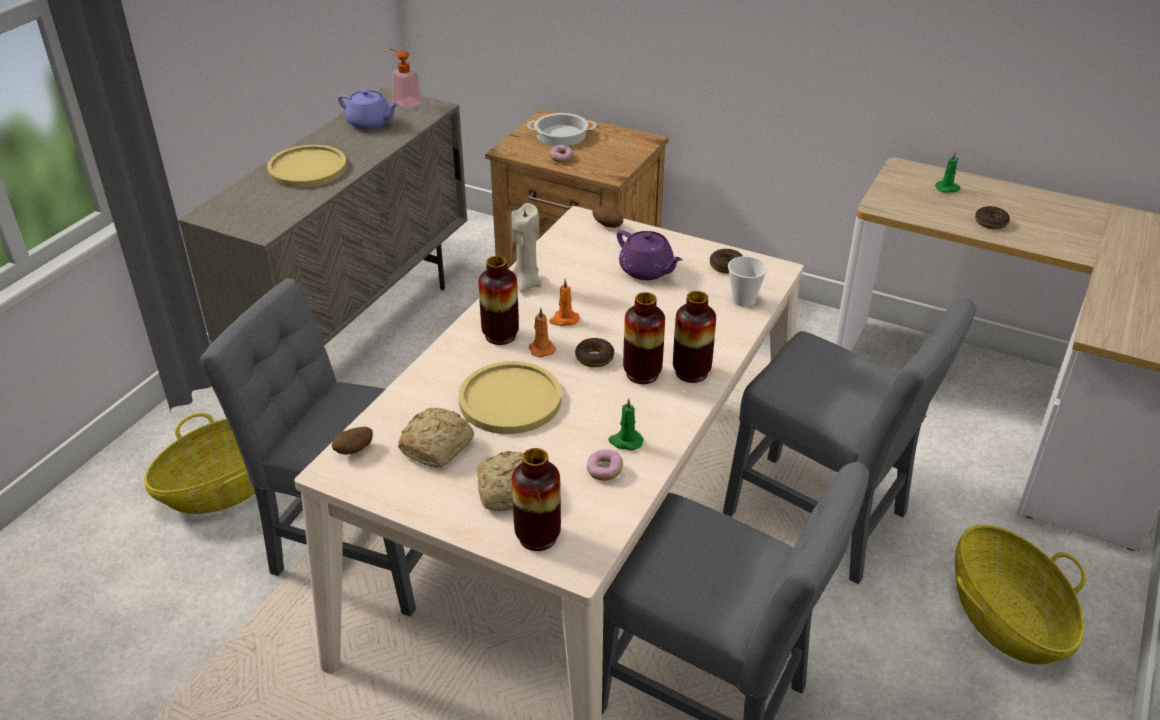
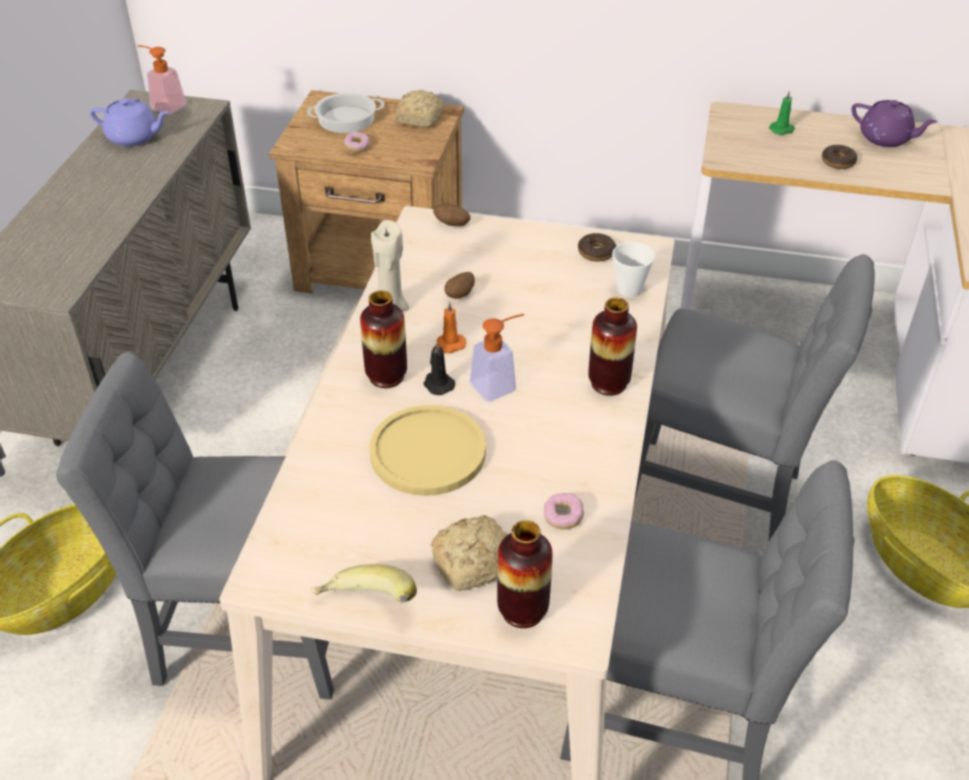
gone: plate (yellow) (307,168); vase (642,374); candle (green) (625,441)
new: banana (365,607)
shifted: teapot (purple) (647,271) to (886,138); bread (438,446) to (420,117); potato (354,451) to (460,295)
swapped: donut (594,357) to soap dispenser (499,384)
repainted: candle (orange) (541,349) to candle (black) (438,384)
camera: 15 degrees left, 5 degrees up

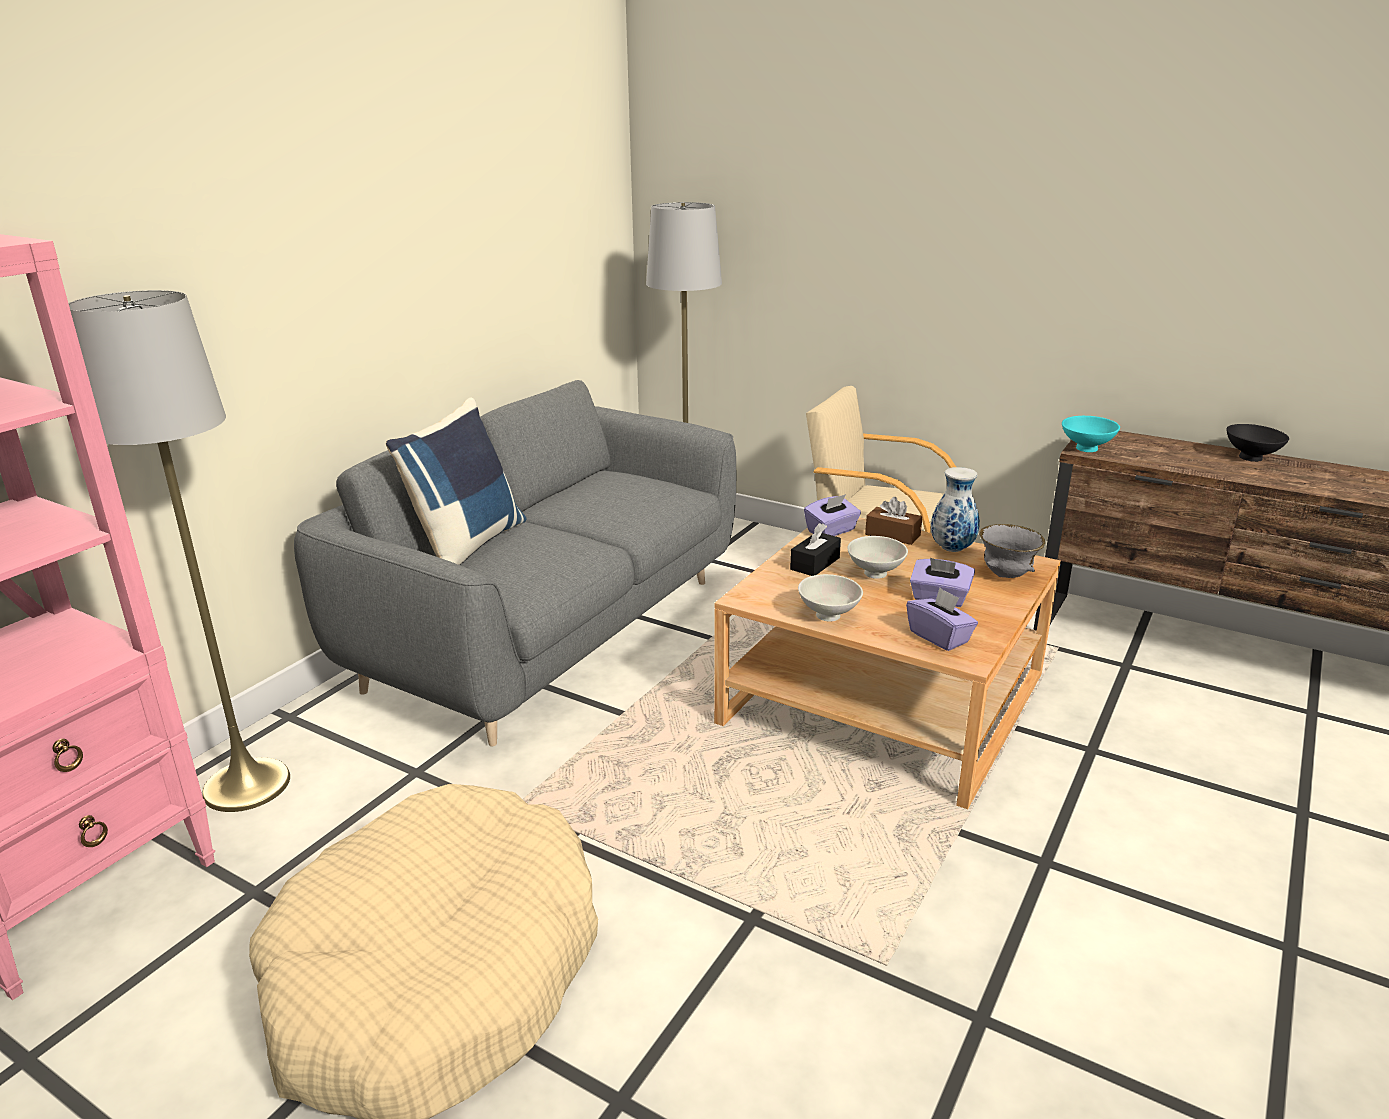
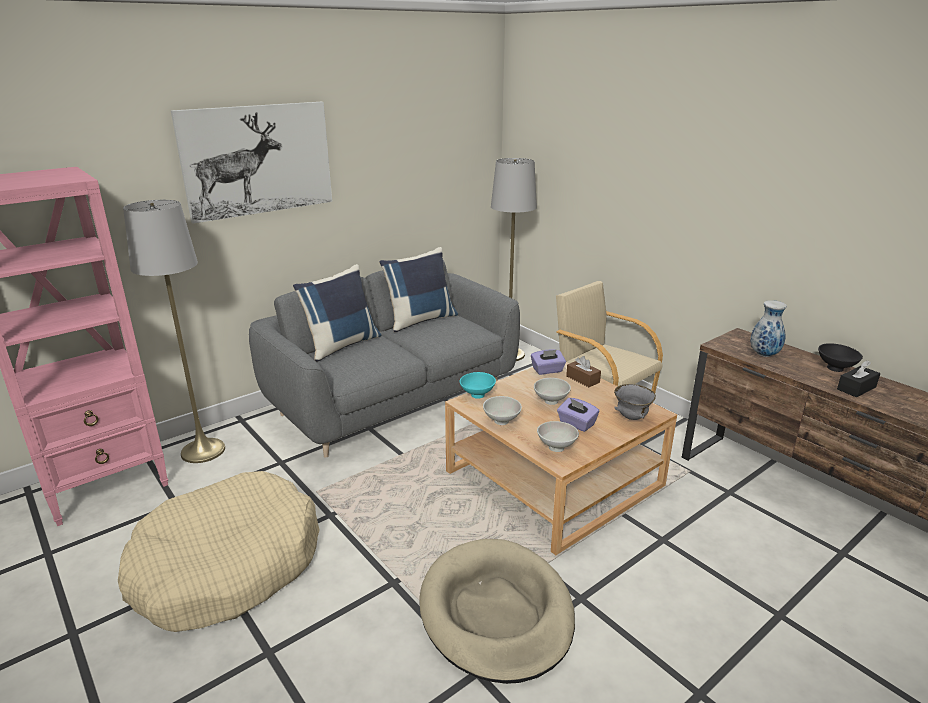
new: picture (258,160); pillow (blue) (420,320); dog bed (beige) (496,612)
shifted: bowl (turquoise) (1088,449) to (478,395); vase (951,548) to (763,354); tissue box (black) (815,563) to (856,388)
swapped: tissue box (purple) (939,637) to bowl (white) (555,447)
camera: 20 degrees right, 0 degrees up

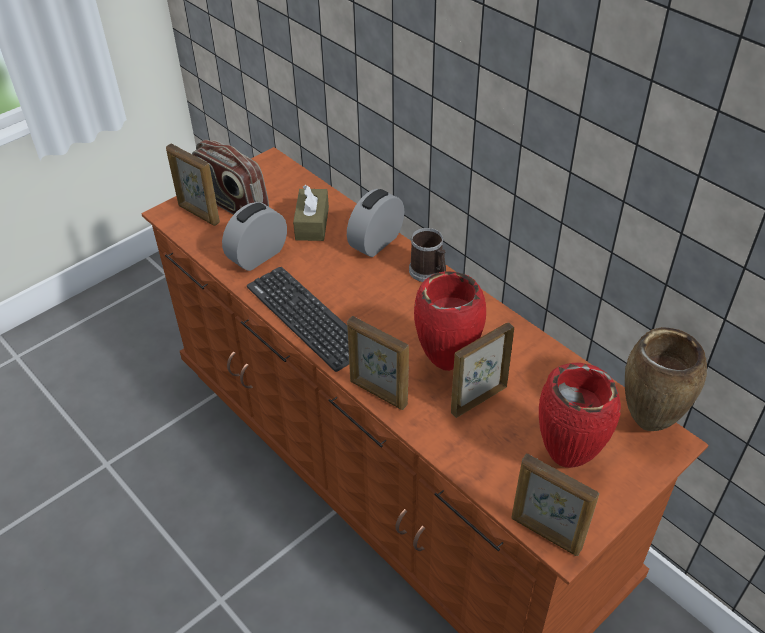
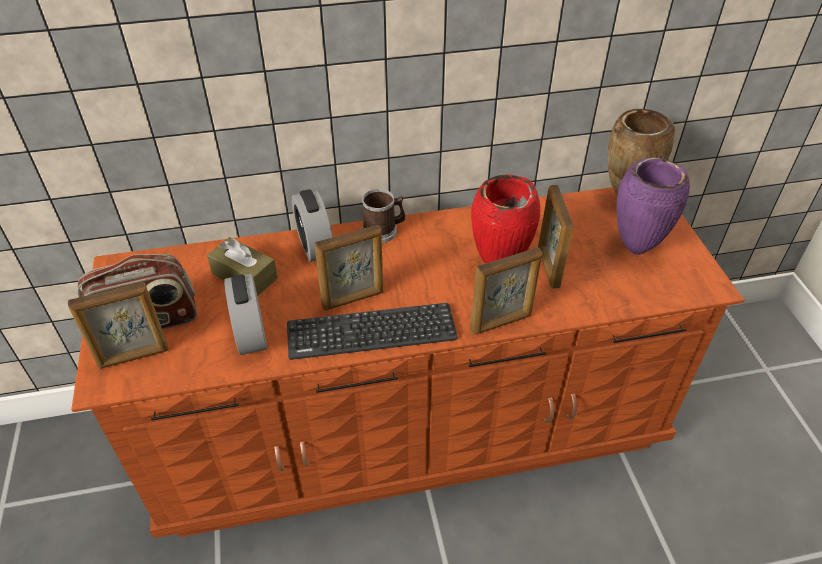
shifted: picture frame (545,534) to (353,299)
repainted: vase (red) (568,459) to vase (purple) (635,248)
camera: 60 degrees left, 0 degrees up

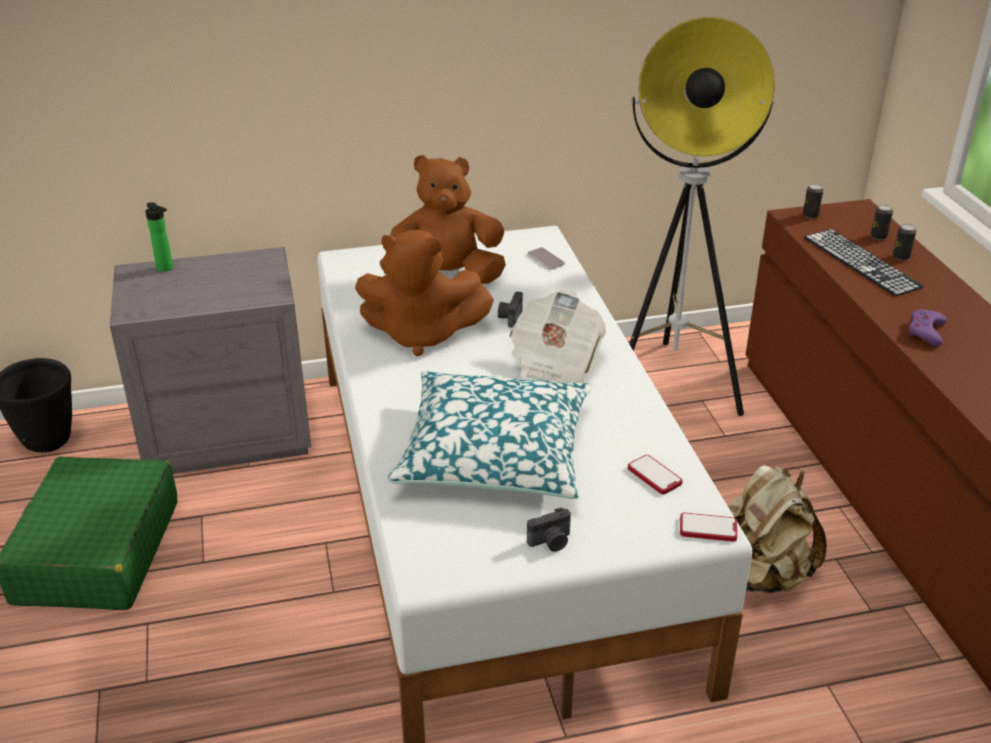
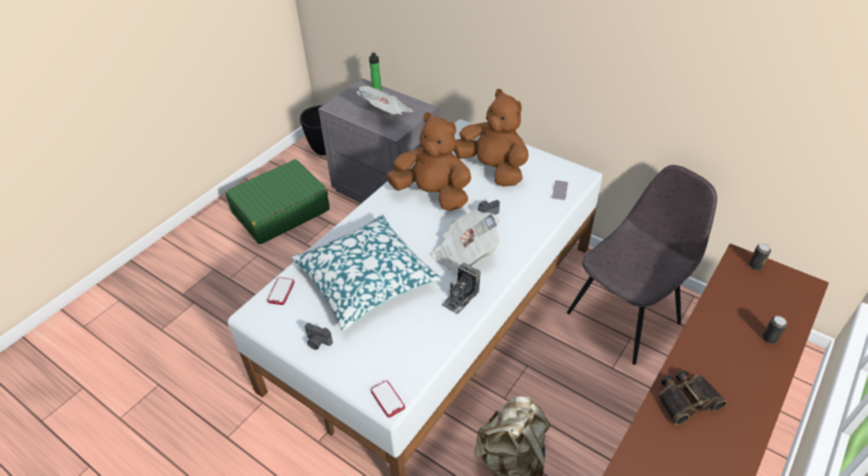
gone: can (878,237); keyboard (861,262)
new: newspaper (386,113); photo camera (460,298)
shifted: phone (654,476) to (281,291)
swapped: floor lamp (671,386) to chair (grey) (625,316); game controller (purple) (926,331) to binoculars (686,399)
rotated: plush toy (brown) (421,335) = (432,194) 150 degrees clockwise
camera: 50 degrees right, 10 degrees up

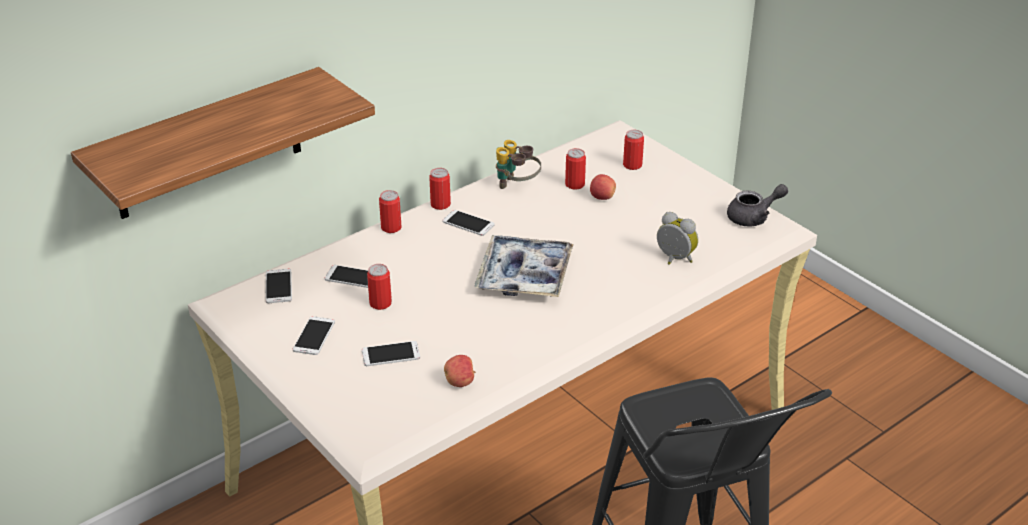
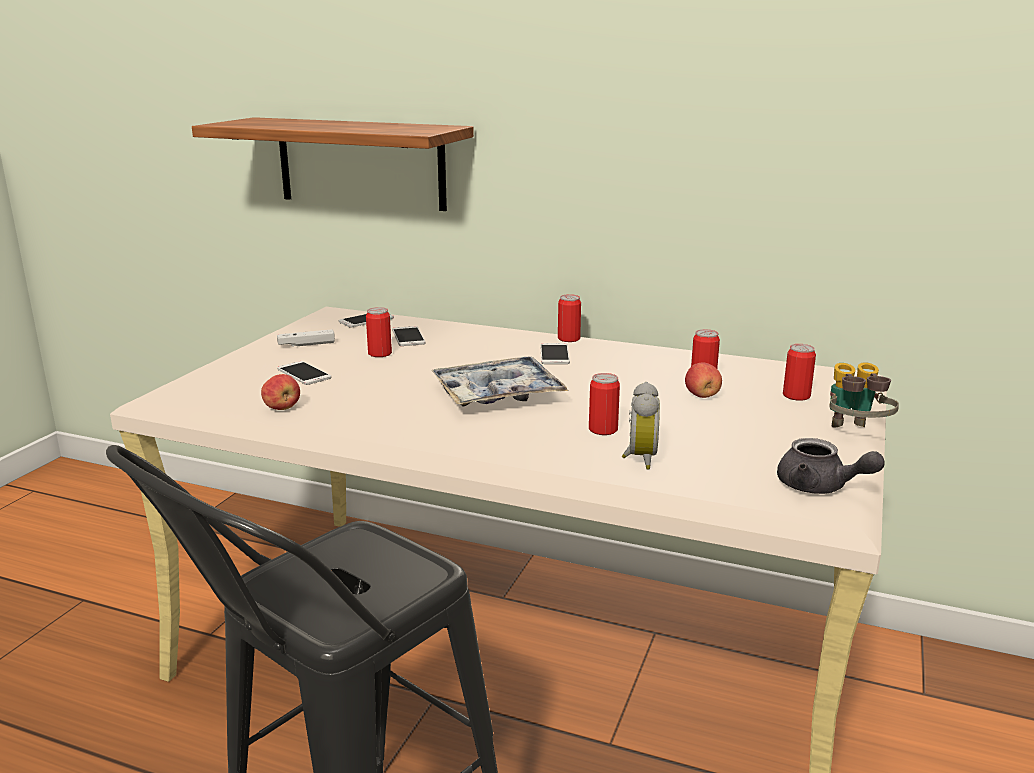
shifted: binoculars (517,186) to (854,433); can (391,227) to (603,429)
swapped: phone (314,336) to game controller (white) (306,344)
camera: 60 degrees right, 15 degrees down

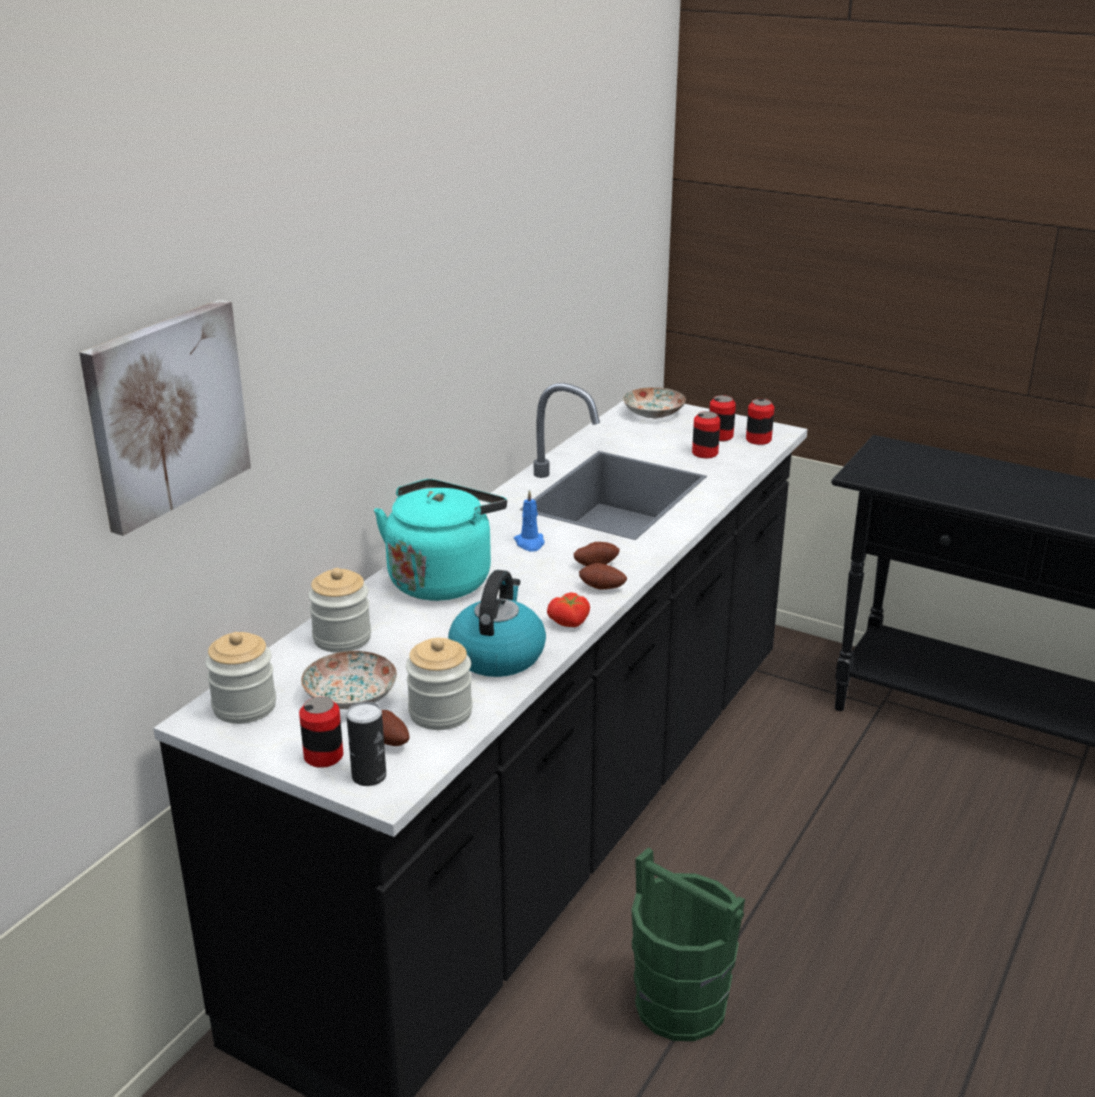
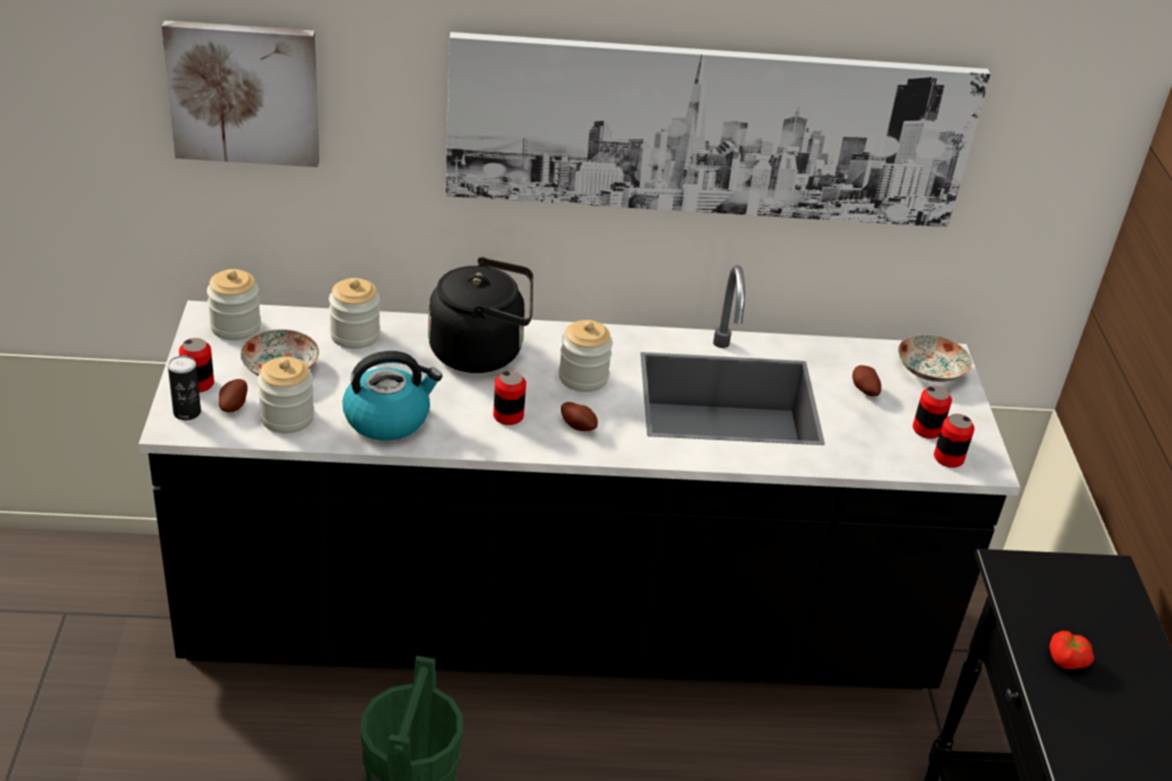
new: picture (710,130)
shifted: can (705,453) to (508,416); potato (602,589) to (863,390); tomato (569,623) to (1066,661)
swapped: candle (blue) (530,543) to jar (583,377)
repainted: kettle (turquoise) (442,579) to kettle (black) (482,352)
camera: 55 degrees right, 10 degrees up

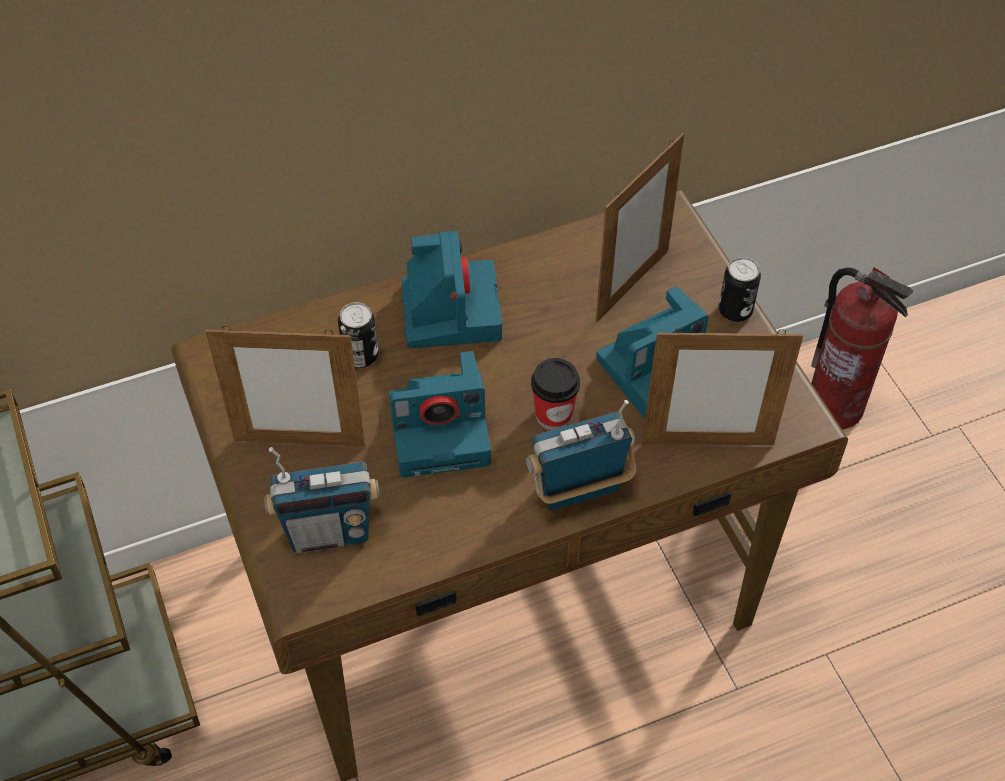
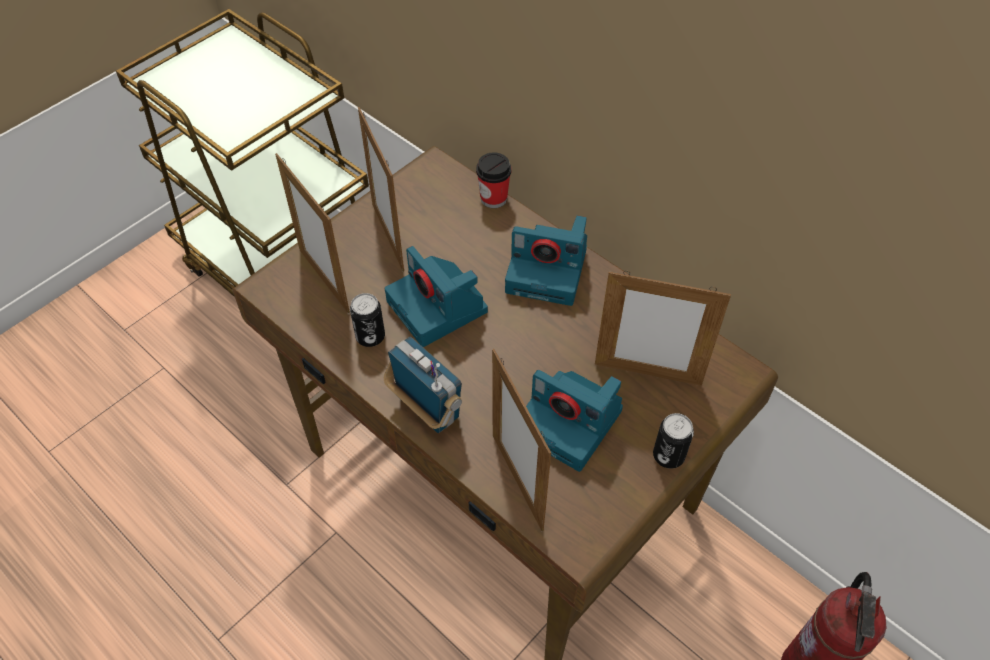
shifted: can (360,355) to (370,336); cup (553,415) to (493,198)
swapped: radio (329,532) to picture frame (324,280)
rotated: photo camera (449,310) = (548,271) 45 degrees clockwise
camera: 65 degrees right, 0 degrees up

